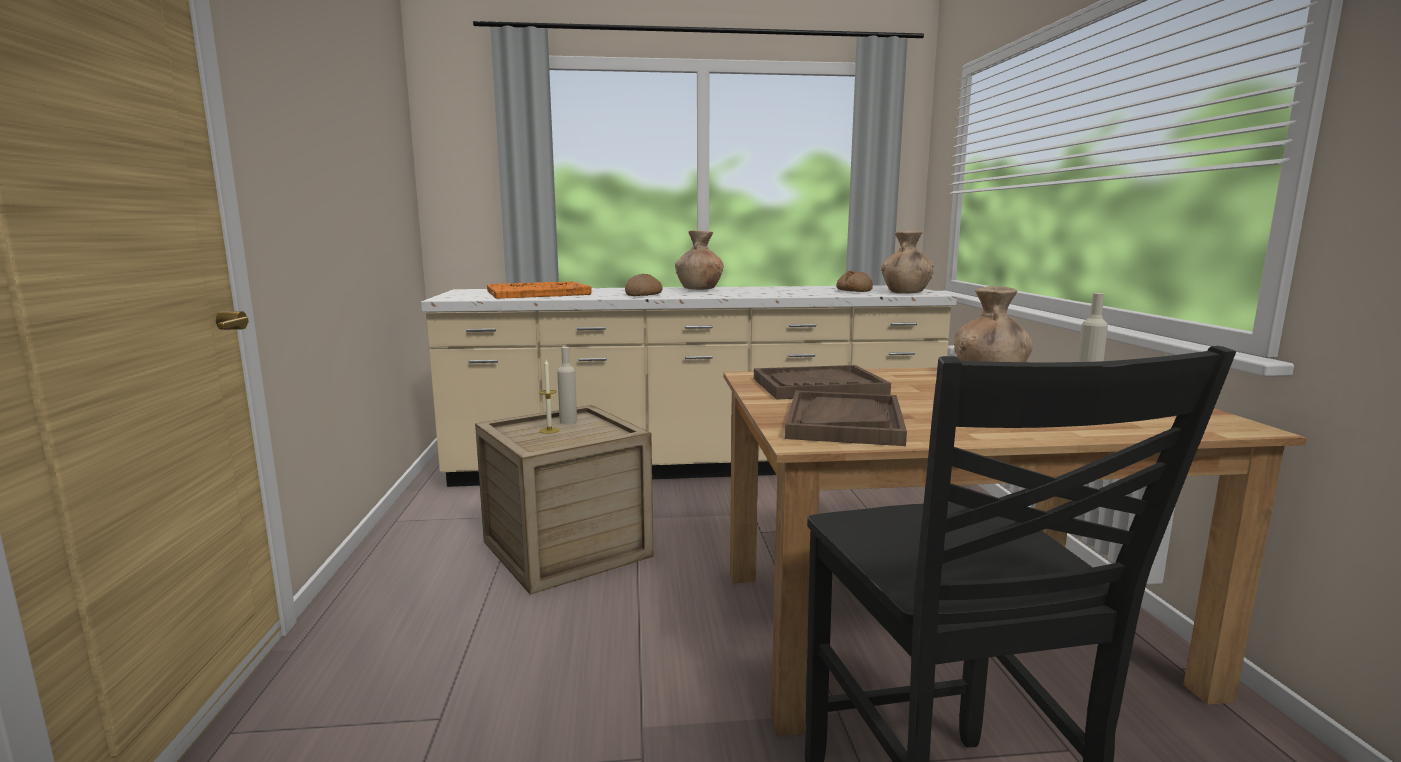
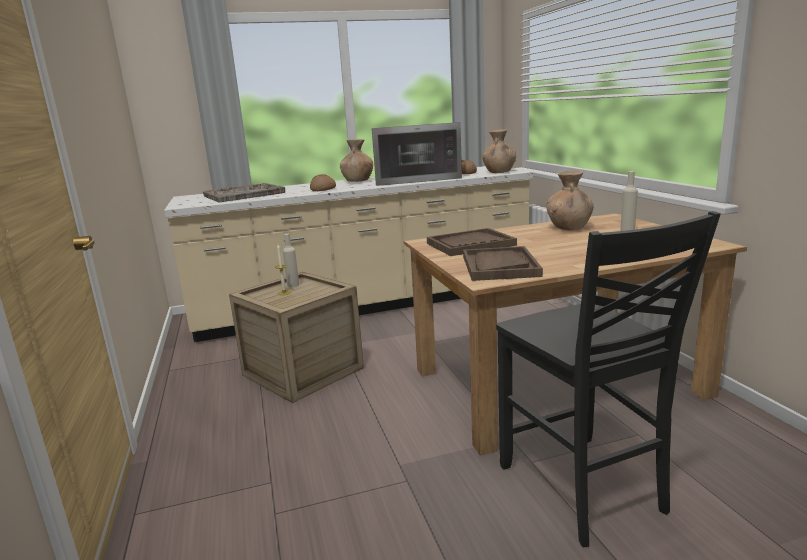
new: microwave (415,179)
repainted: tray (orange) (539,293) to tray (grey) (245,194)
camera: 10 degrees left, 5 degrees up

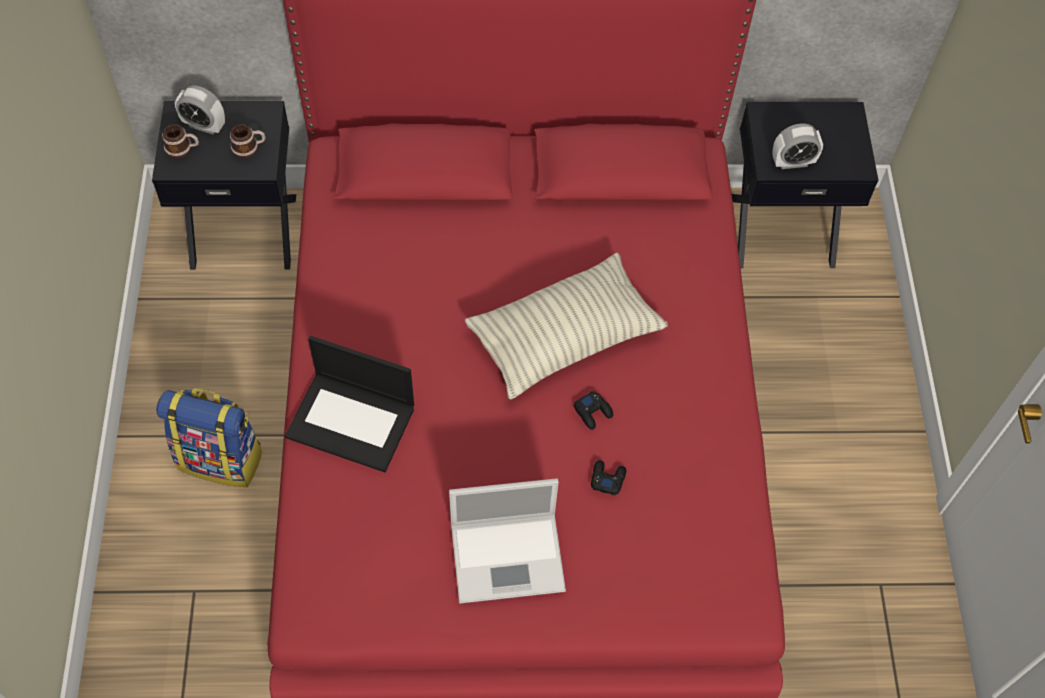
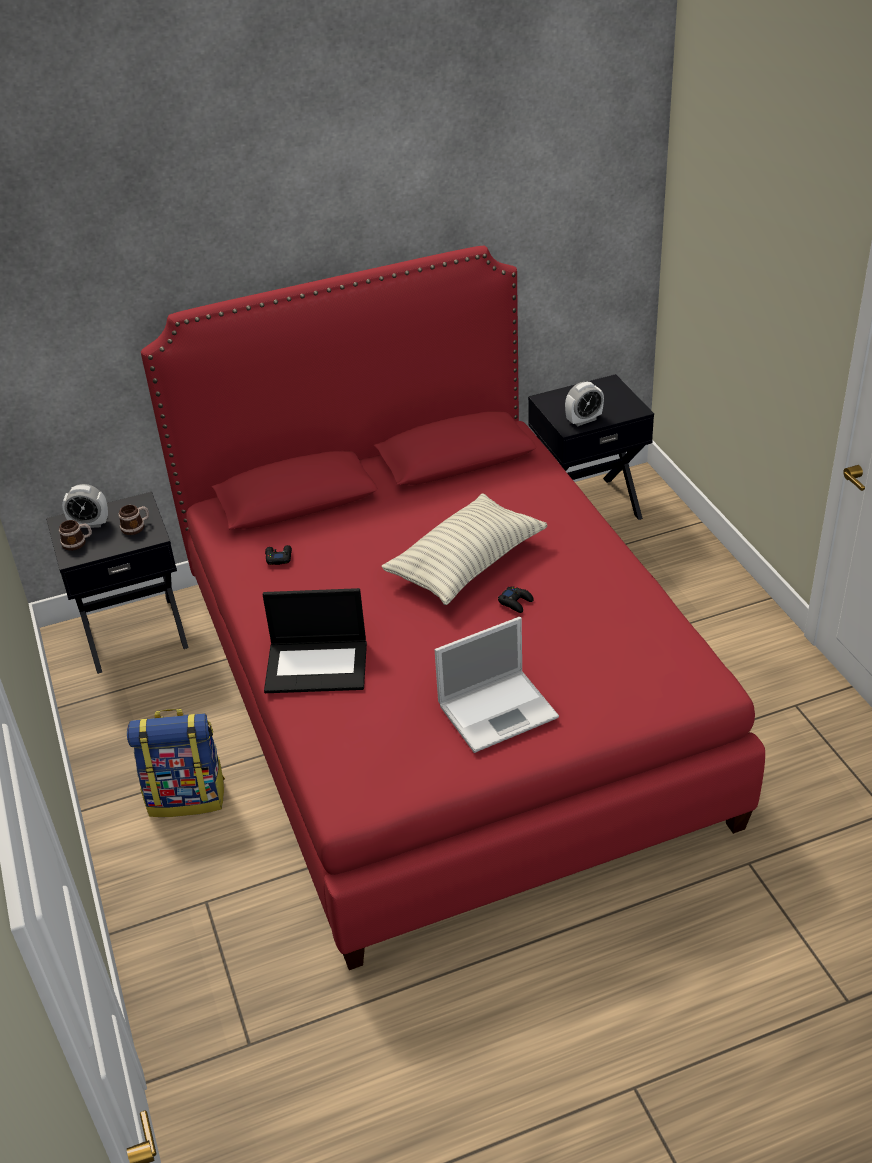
shifted: game controller (black) (607,478) to (278,557)
camera: 15 degrees left, 20 degrees down

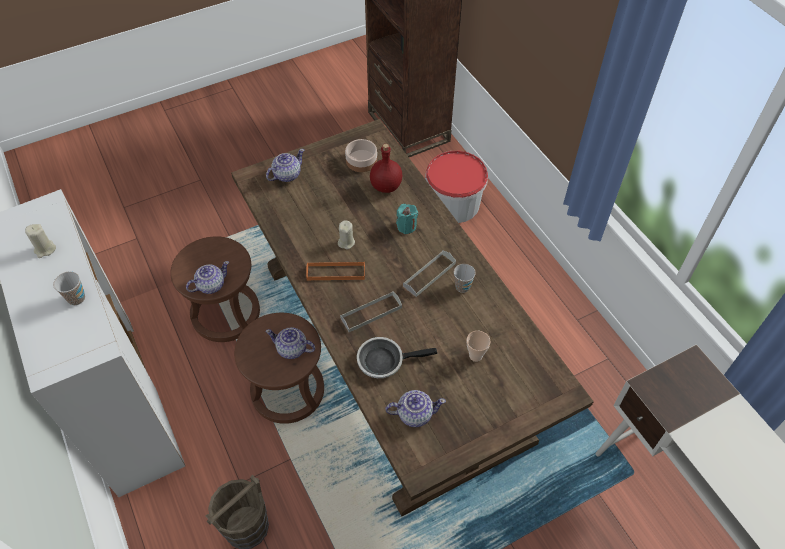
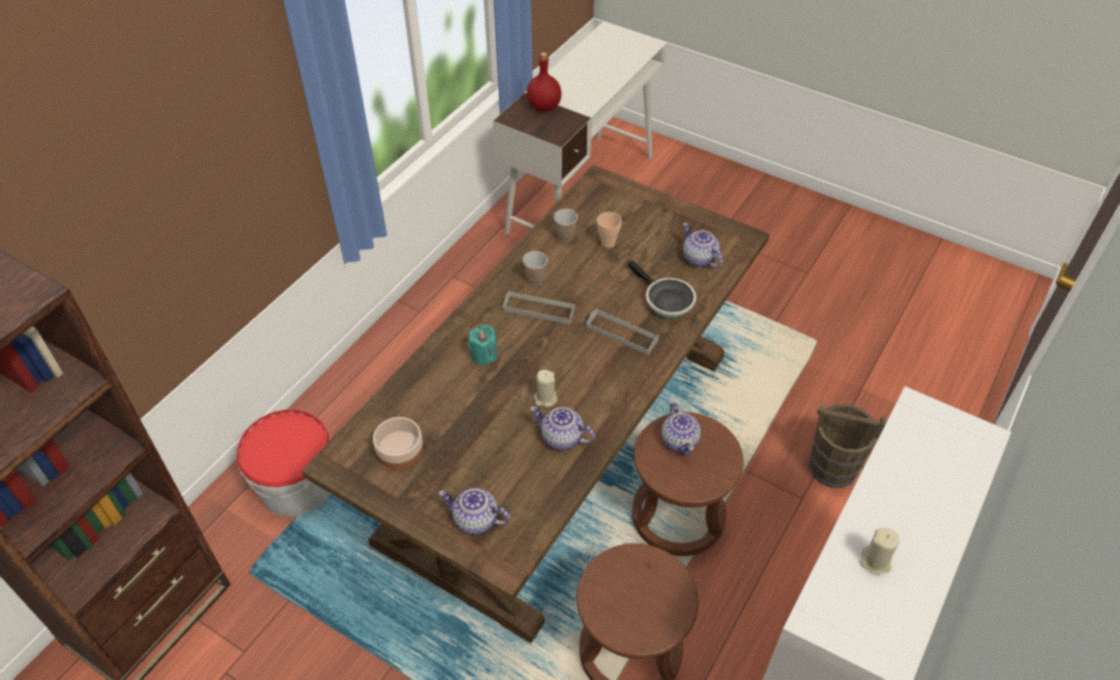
gone: tray (orange) (336,272)
shifted: bottle (red) (385,186) to (544,107); teapot (210,285) to (562,438); cup (76,298) to (565,237)
camera: 120 degrees left, 5 degrees down

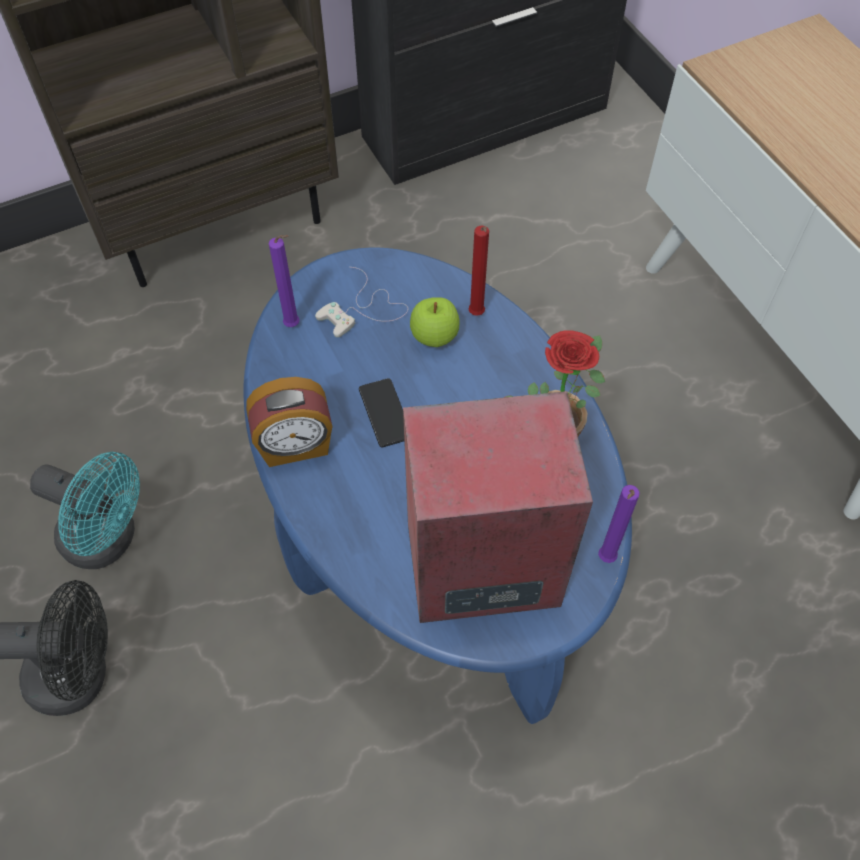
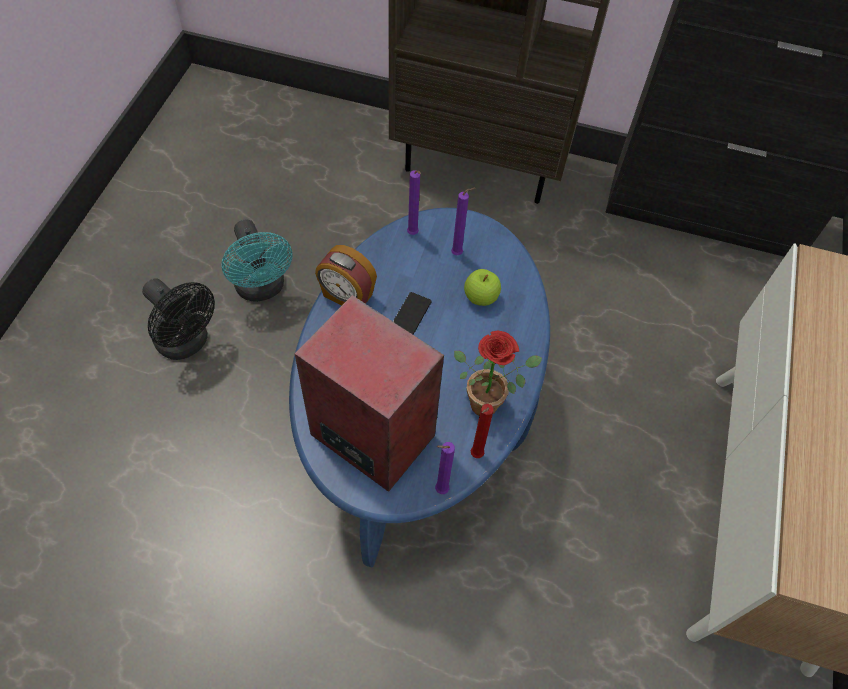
shifted: candle (red) (476,315) to (475,456)
swapped: game controller (white) (363,309) to candle (purple) (458,254)
camera: 40 degrees right, 0 degrees up

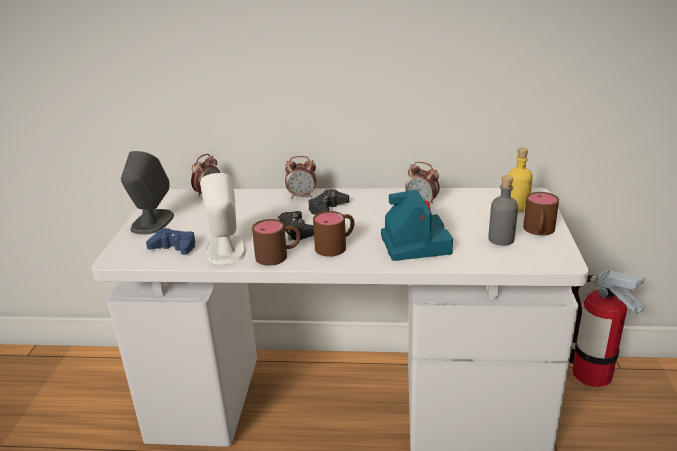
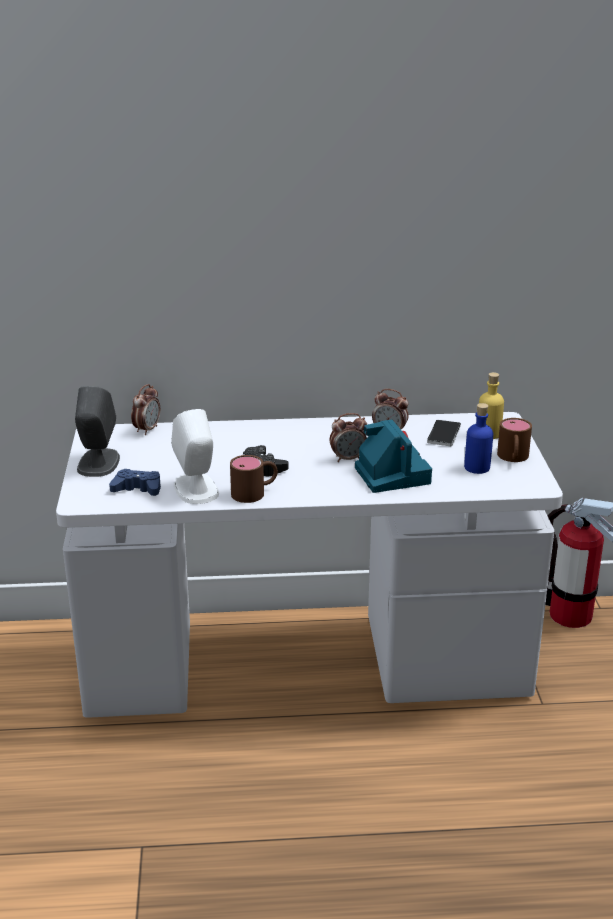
gone: game controller (black) (327,208); mug (brown) (336,245)
new: phone (444,434)
shifted: alarm clock (302,196) to (348,459)
repainted: bottle (grey) (501,239) to bottle (blue) (477,467)
camera: 10 degrees left, 0 degrees up

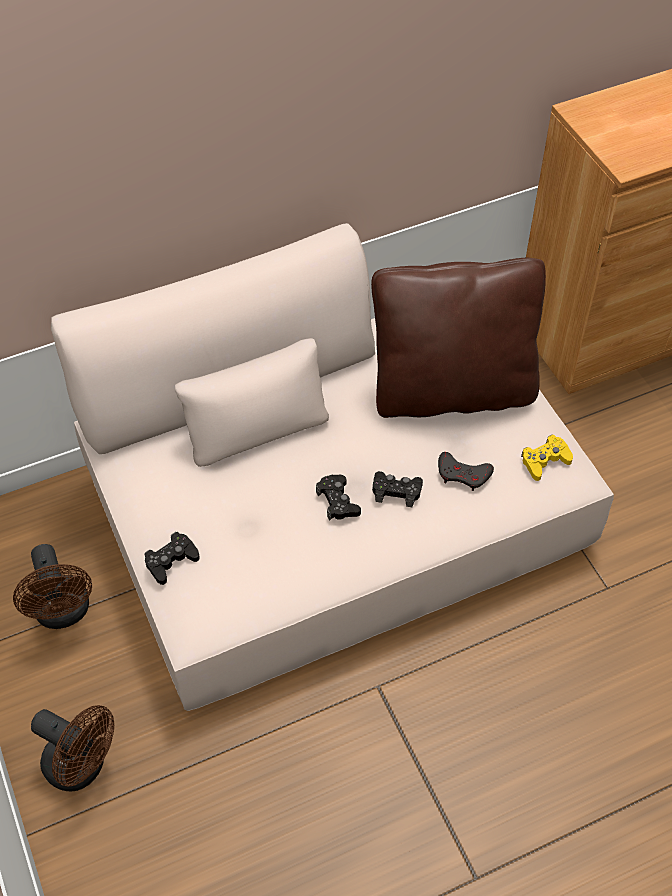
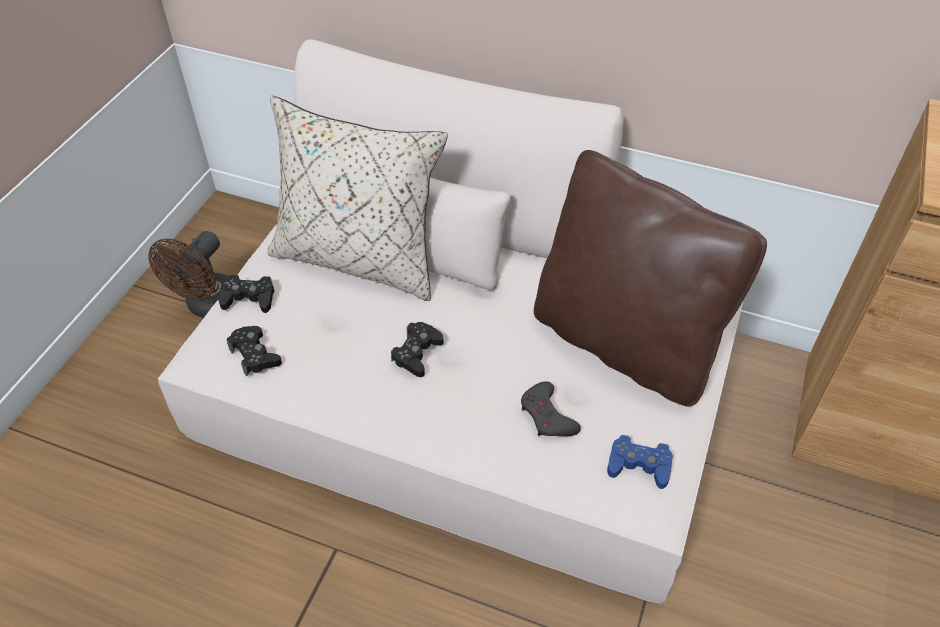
gone: fan (brown) (83,767)
new: pillow (beige) (359,258)
shifted: game controller (black) (396,491) to (255,355)
repainted: game controller (yellow) (544,461) to game controller (blue) (638,465)
camera: 45 degrees right, 5 degrees down

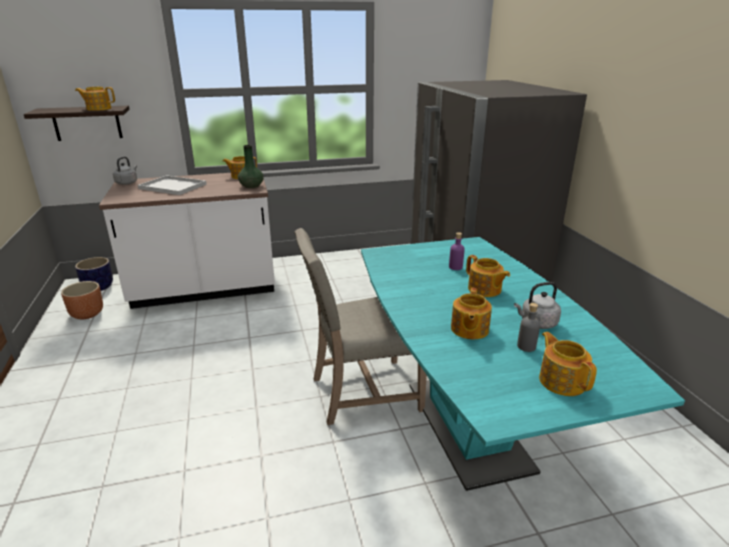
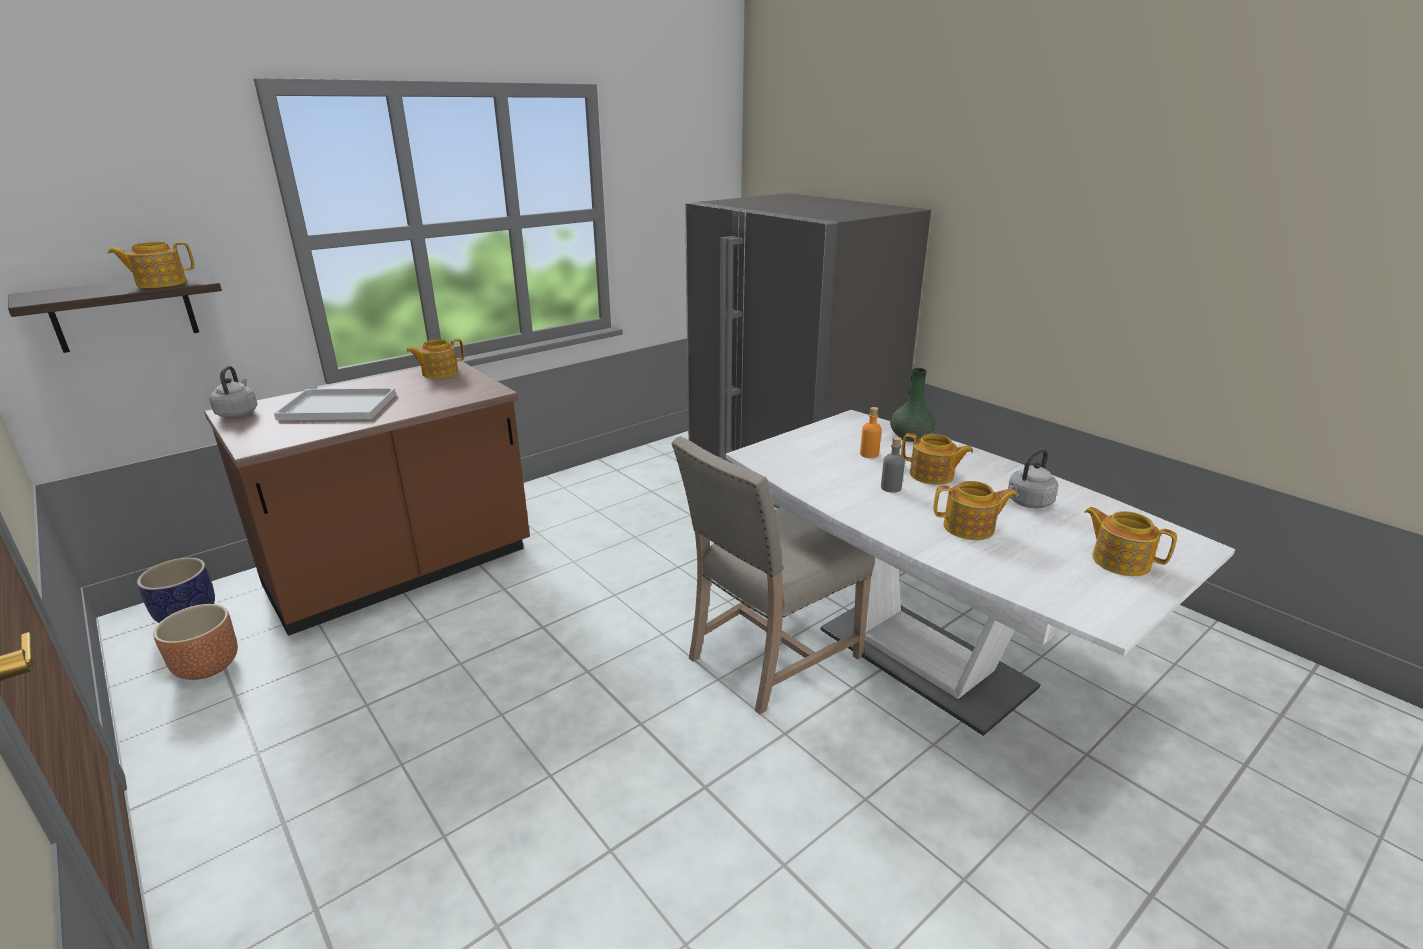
shifted: vase (green) (251,186) to (910,437); bottle (grey) (526,346) to (891,488)
repainted: counter (white) (205,289) to counter (brown) (402,571); bottle (purple) (455,267) to bottle (orange) (869,454); dining table (turquoise) (467,425) to dining table (white) (924,658)
rotated: teapot (469,329) = (970,528) 75 degrees counterclockwise
camera: 25 degrees left, 0 degrees up

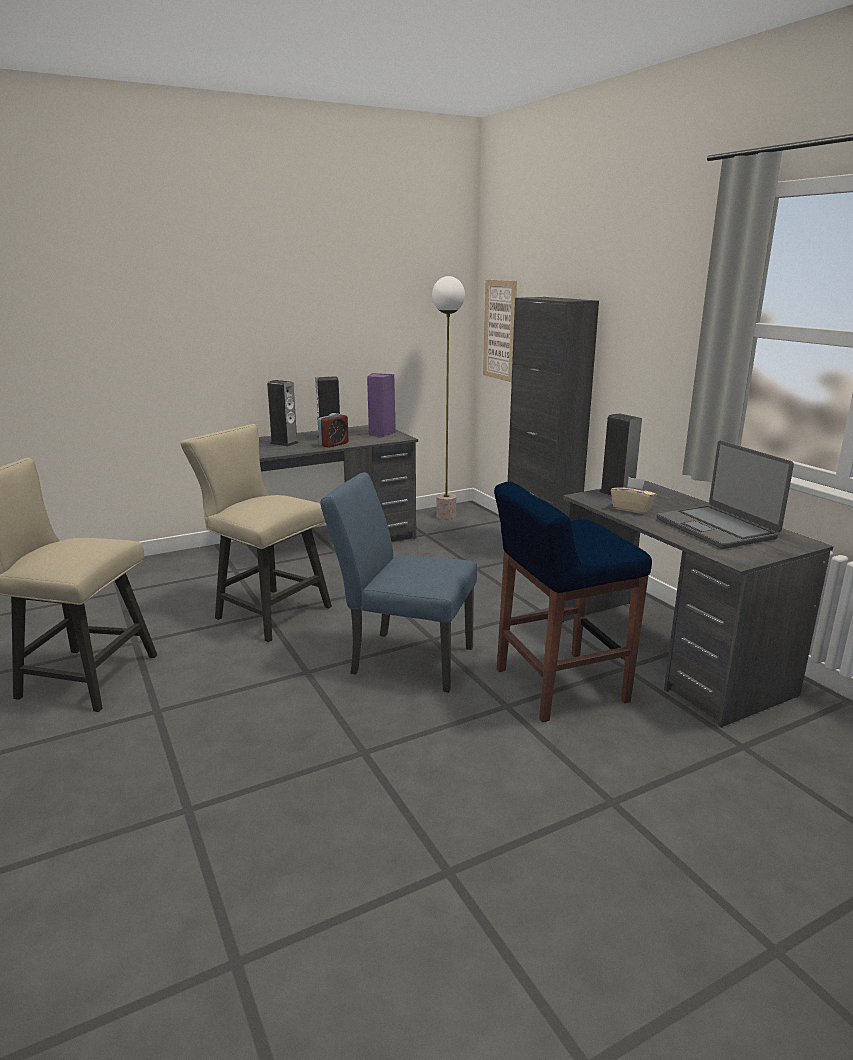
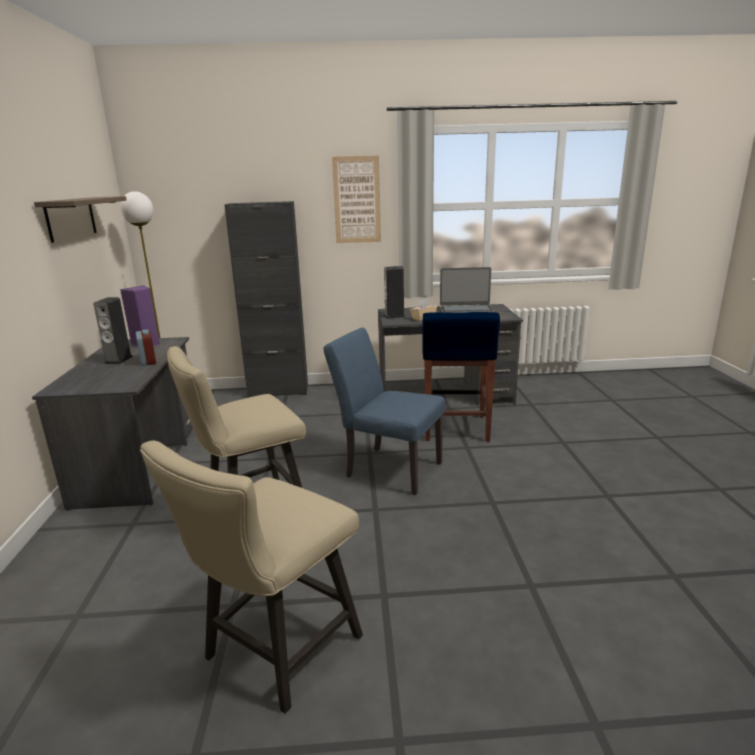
gone: speaker (284,443)
new: shelf (71,218)
shifted: picture (499,330) to (357,200)
rotated: chair (blue) (403,659) = (387,468) 75 degrees clockwise
camera: 65 degrees left, 0 degrees up

